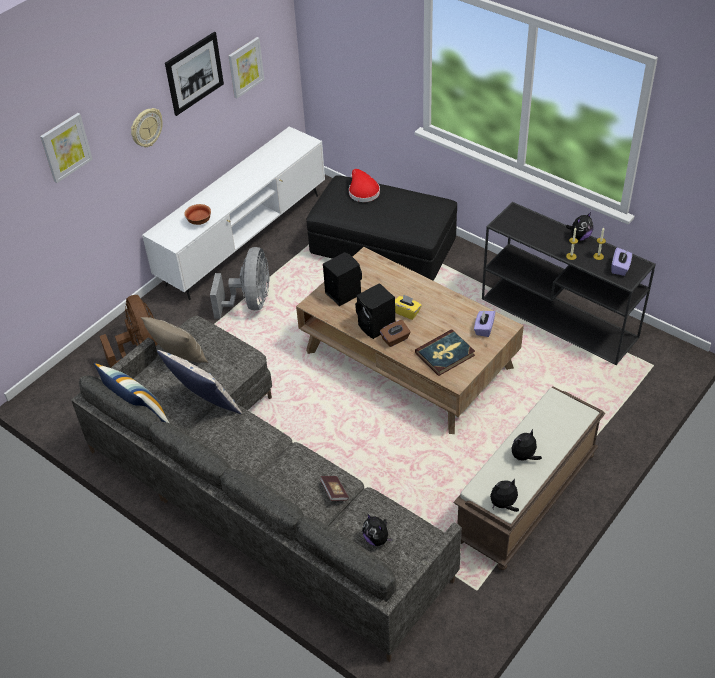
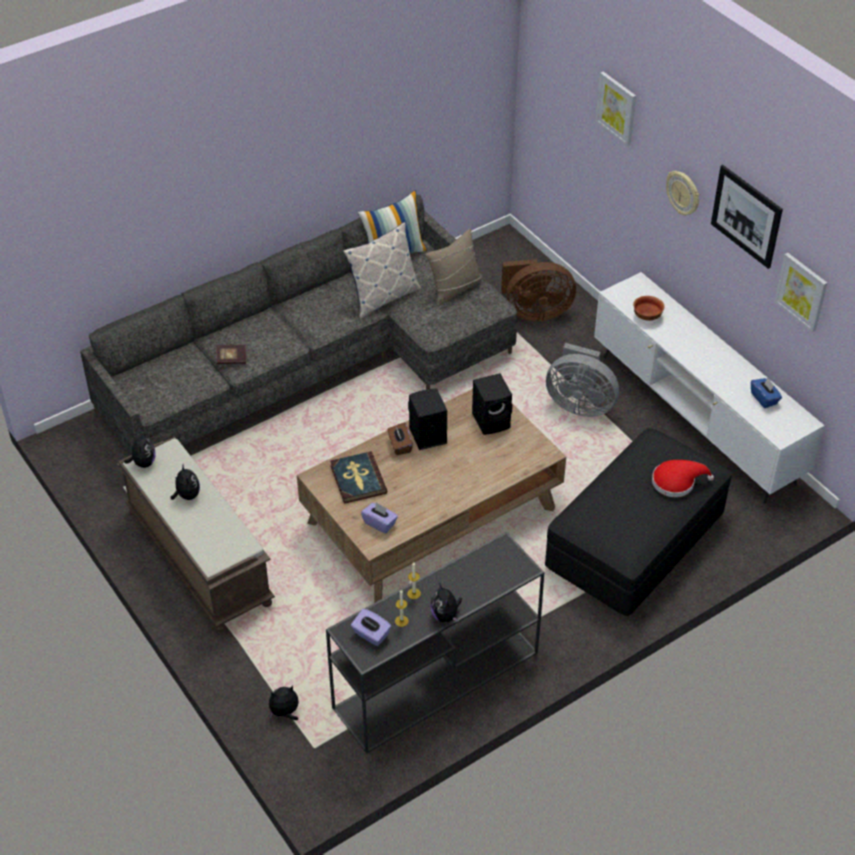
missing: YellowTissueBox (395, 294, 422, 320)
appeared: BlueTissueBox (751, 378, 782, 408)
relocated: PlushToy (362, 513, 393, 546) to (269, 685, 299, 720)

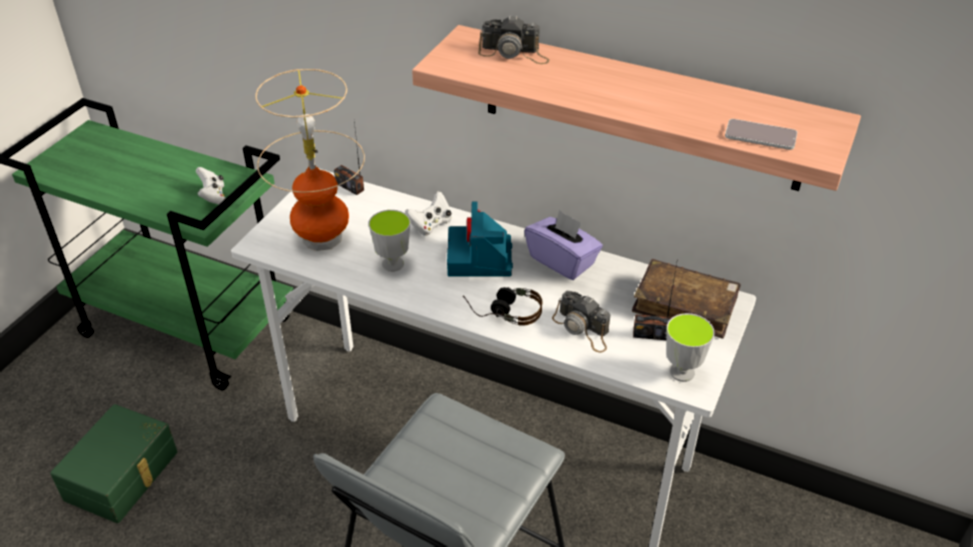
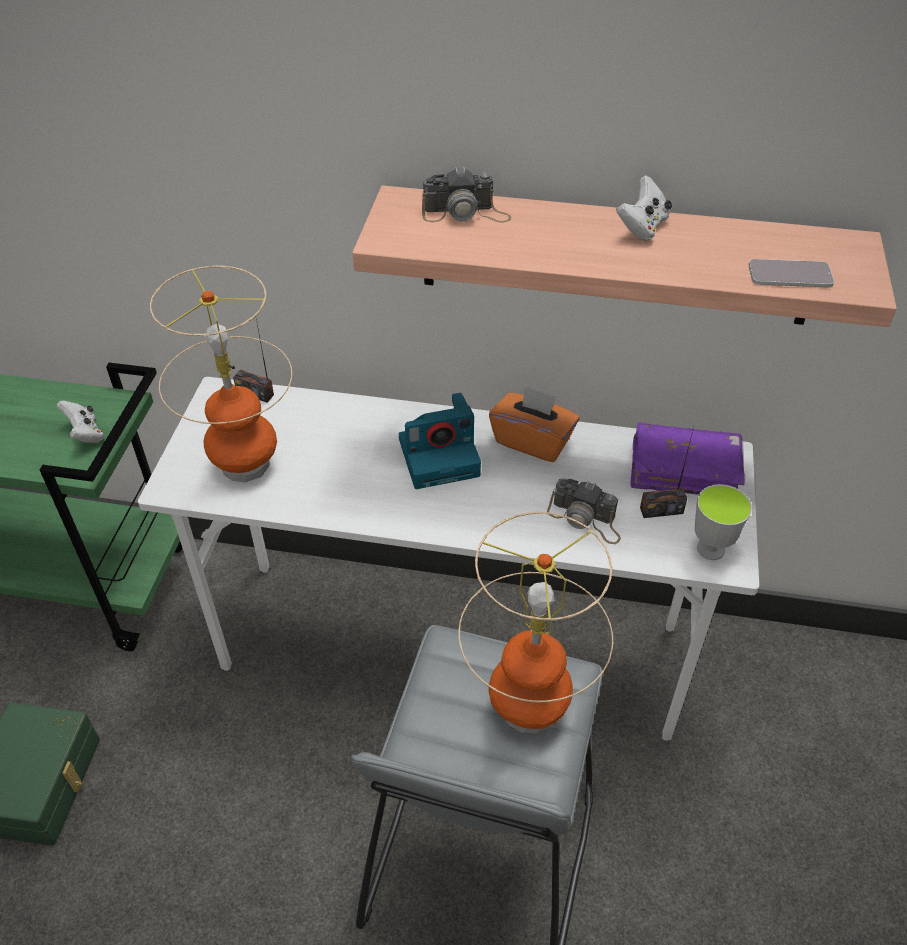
missing: Cup (368, 210, 411, 272); Headphones (463, 287, 542, 326)
appeared: TableLamp (458, 512, 613, 733)
relocated: WhiteGameController (405, 191, 452, 236) to (616, 175, 672, 241)
colour: PurpleTissueBox (524, 210, 603, 280) to OrangeTissueBox (489, 385, 580, 462); BrownBook (632, 259, 741, 339) to PurpleBook (631, 422, 745, 495)
spun: PhotoCamera (447, 201, 513, 277) = (399, 393, 481, 489) 90 degrees counterclockwise

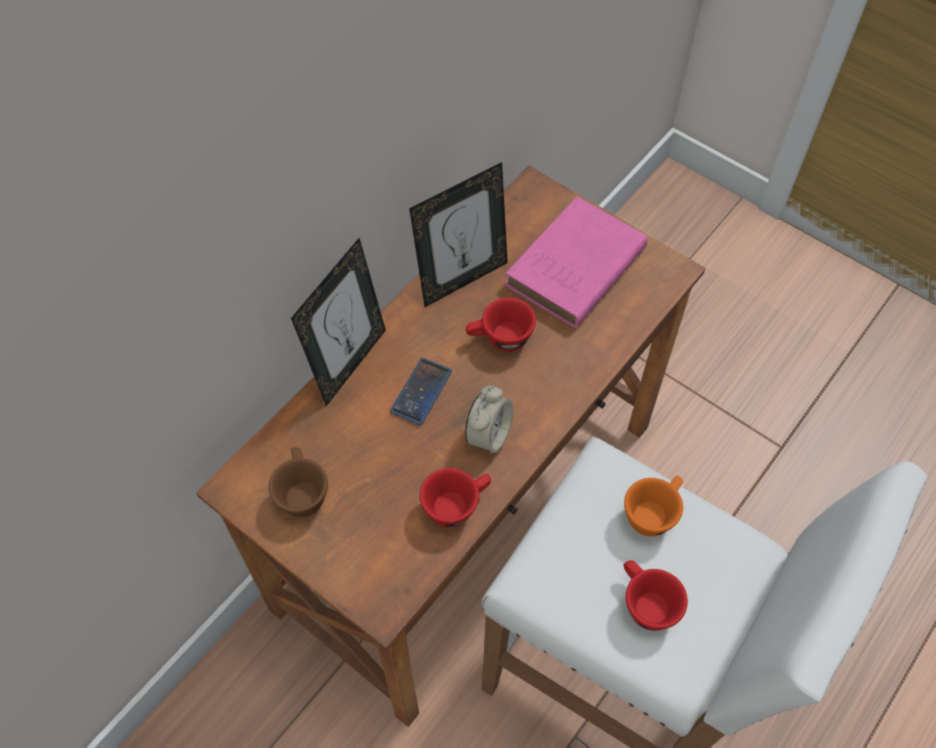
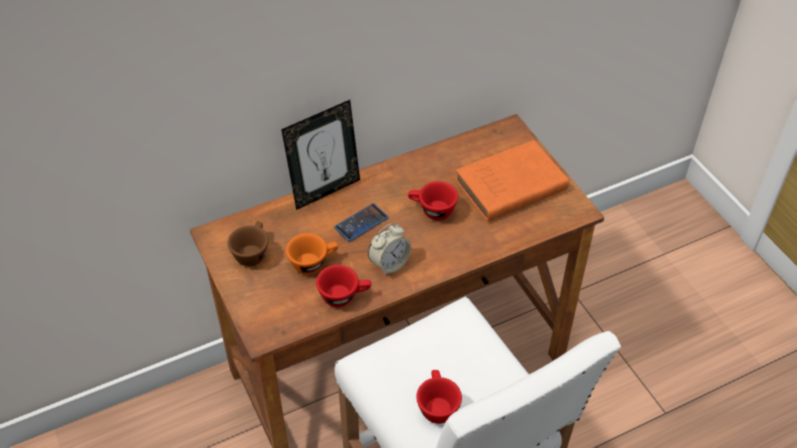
missing: PictureFrame (409, 162, 508, 307)
relocated: OrangeCup (624, 475, 683, 536) to (286, 233, 338, 275)
colour: PinkBook (504, 197, 648, 328) to OrangeBook (455, 140, 569, 221)

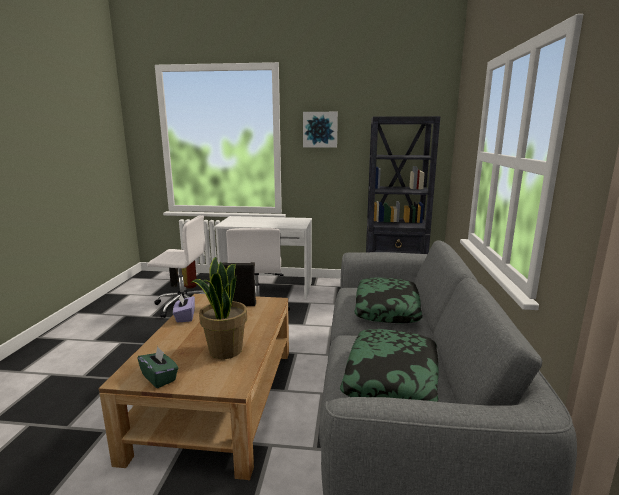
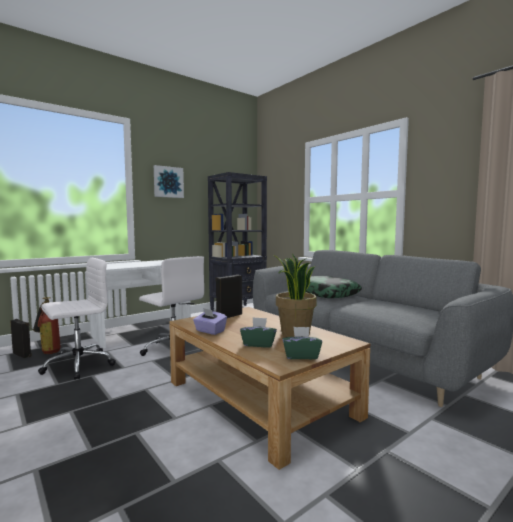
missing: Pillow (340, 329, 439, 402)
appeared: GreenTissueBox (240, 317, 277, 348)

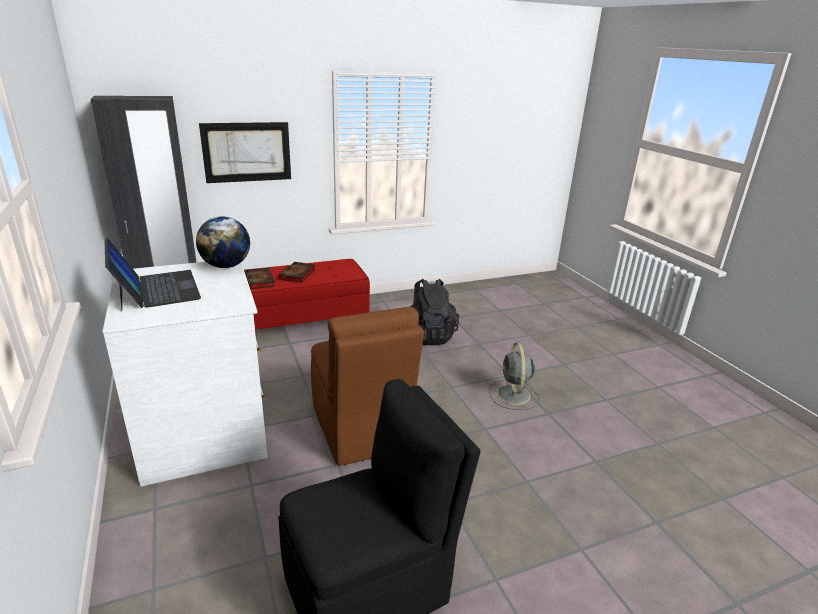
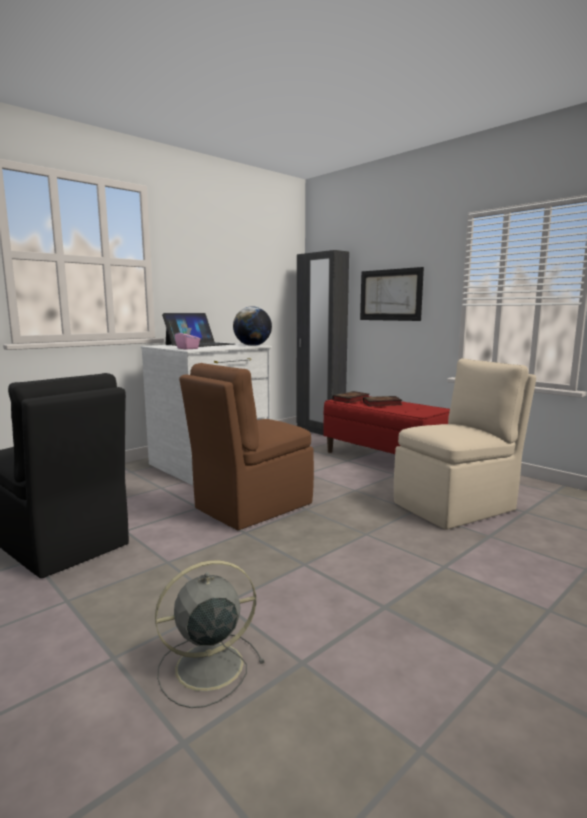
appeared: PinkTissueBox (174, 328, 200, 350)
relocated: GreyFan (489, 343, 539, 410) to (155, 560, 264, 708)
exchanged: BlackBackpack (410, 279, 459, 345) to BeigeChair (394, 359, 536, 530)

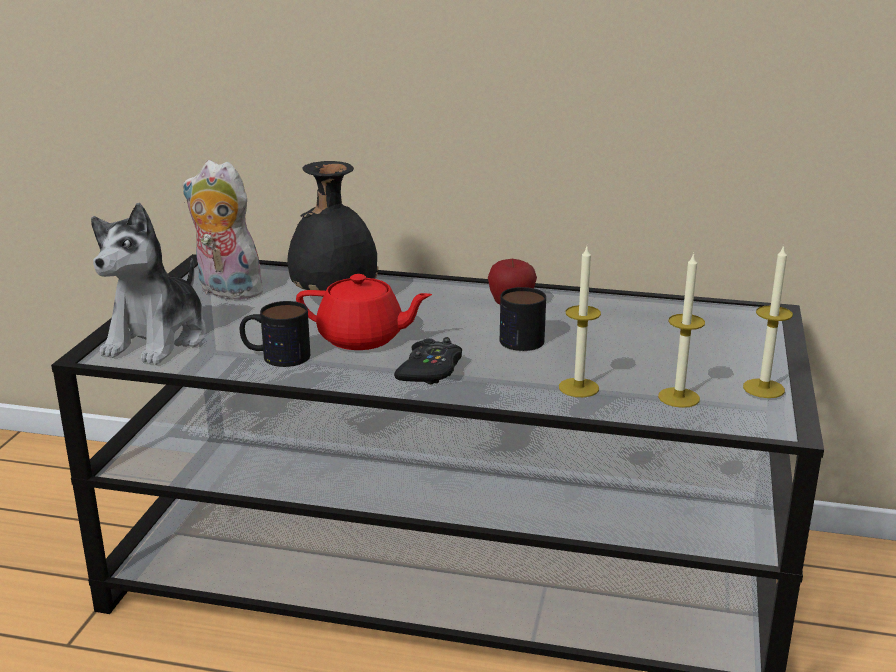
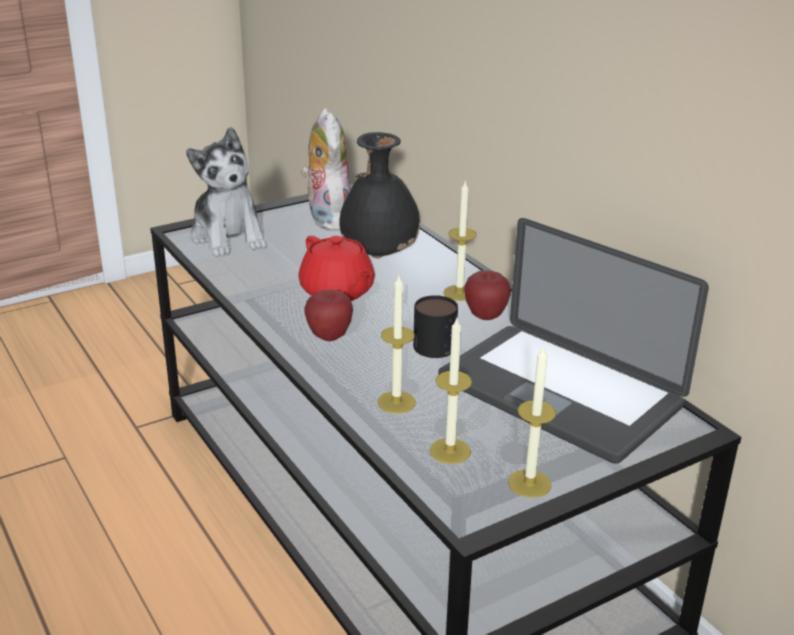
missing: Mug (240, 301, 310, 367)
appeared: Laptop (438, 218, 709, 464); Candle (443, 182, 477, 301)
exchanged: BlackGameController (394, 337, 462, 384) to Apple (304, 290, 353, 341)
spun: PlushToy (91, 203, 206, 365) = (186, 127, 266, 257) 90 degrees counterclockwise

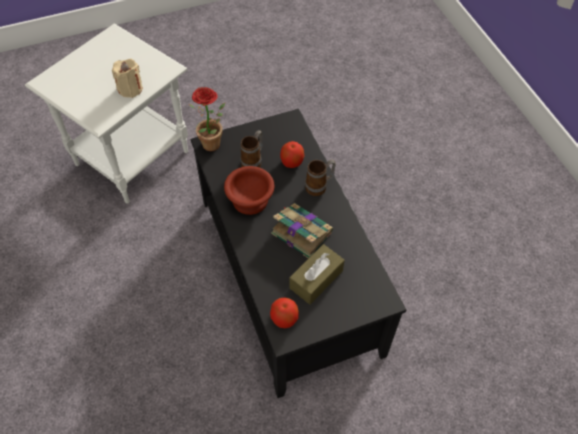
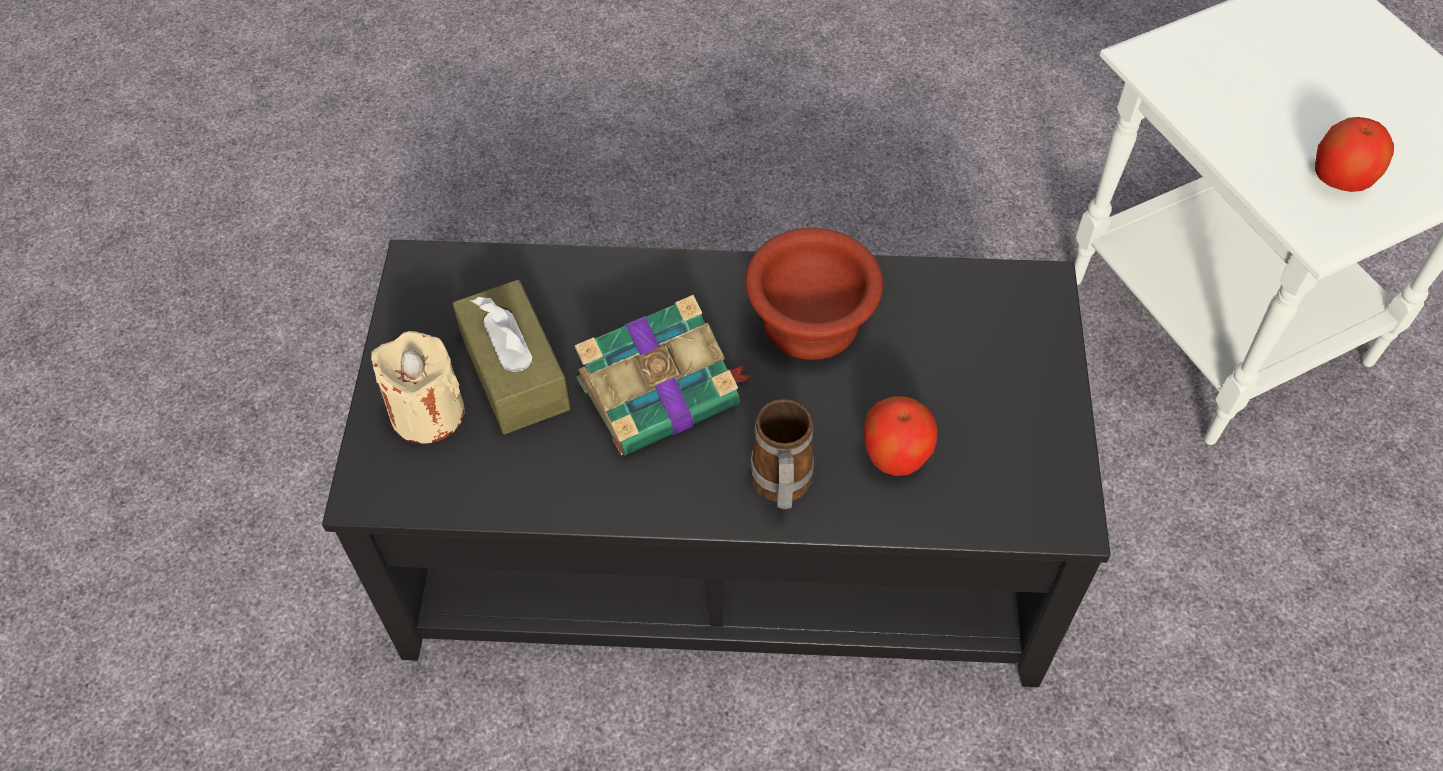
missing: PottedPlant (189, 87, 225, 151); Mug (240, 130, 263, 168)
relocated: BeigeCandle (112, 59, 143, 98) to (371, 331, 465, 444); Apple (270, 297, 299, 328) to (1315, 117, 1394, 192)

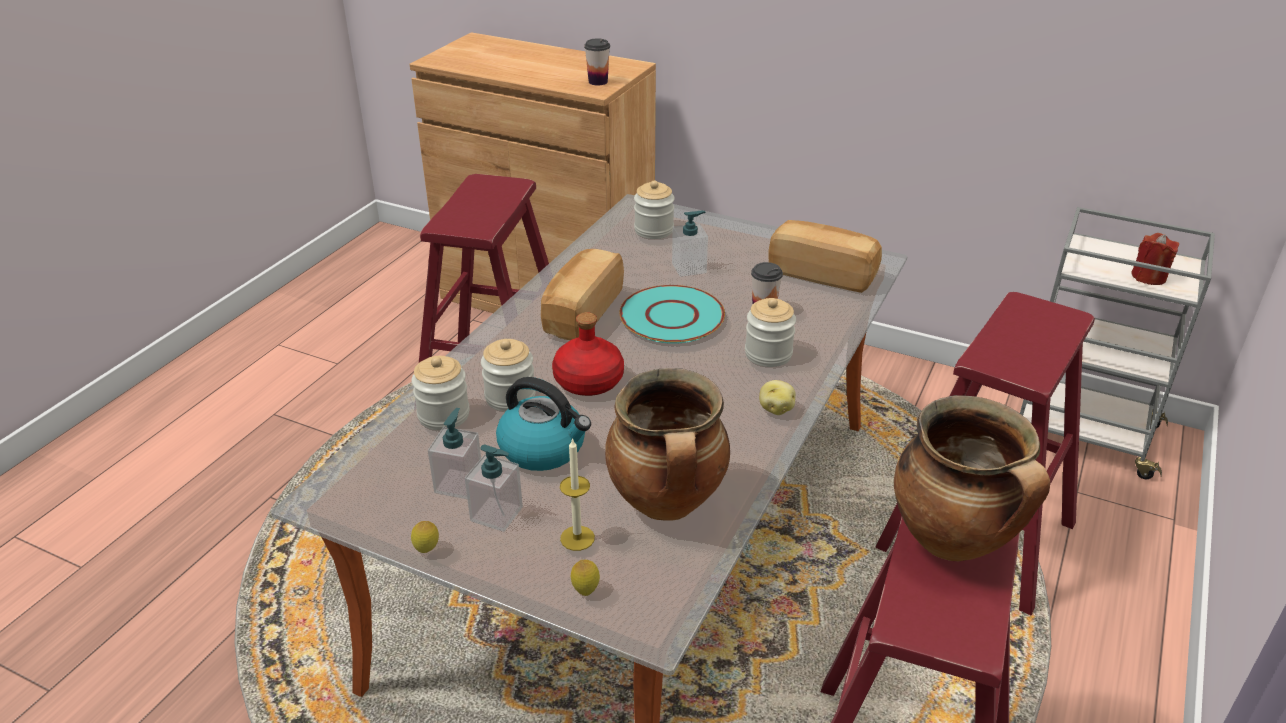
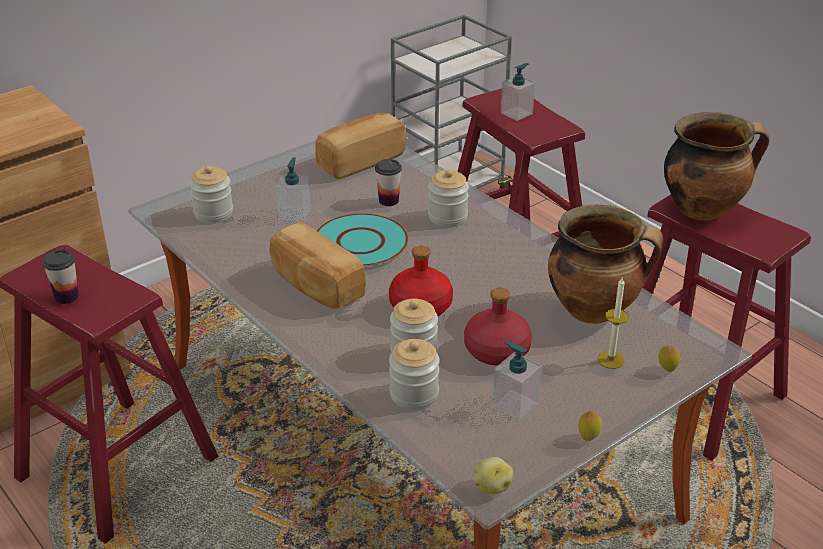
missing: RedCandle (1131, 233, 1179, 285)
relocated: SoapDispenser (465, 445, 523, 532) to (501, 63, 535, 121); Cup (584, 38, 610, 86) to (42, 249, 79, 304); Potato (759, 380, 796, 415) to (473, 457, 513, 494)
exchanged: Kettle (496, 377, 591, 471) to RedBottle (464, 287, 532, 365)

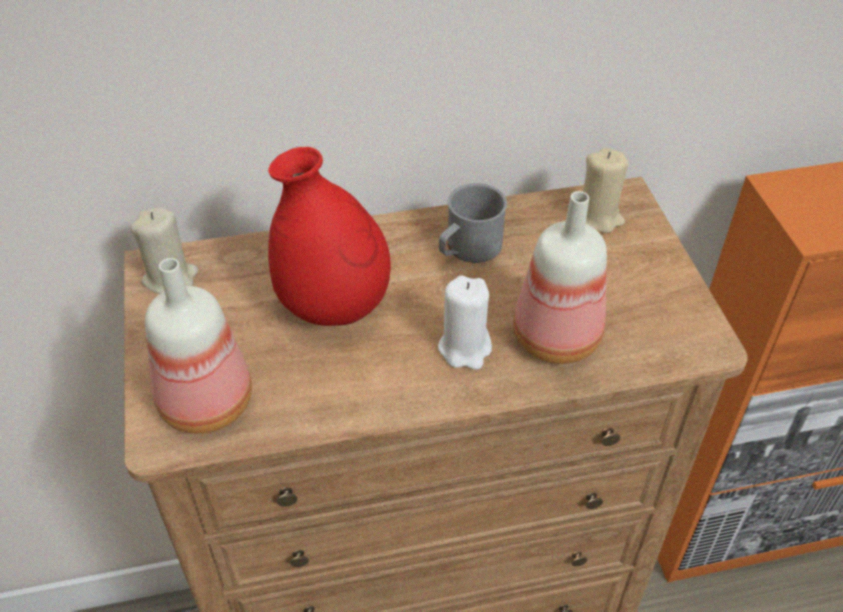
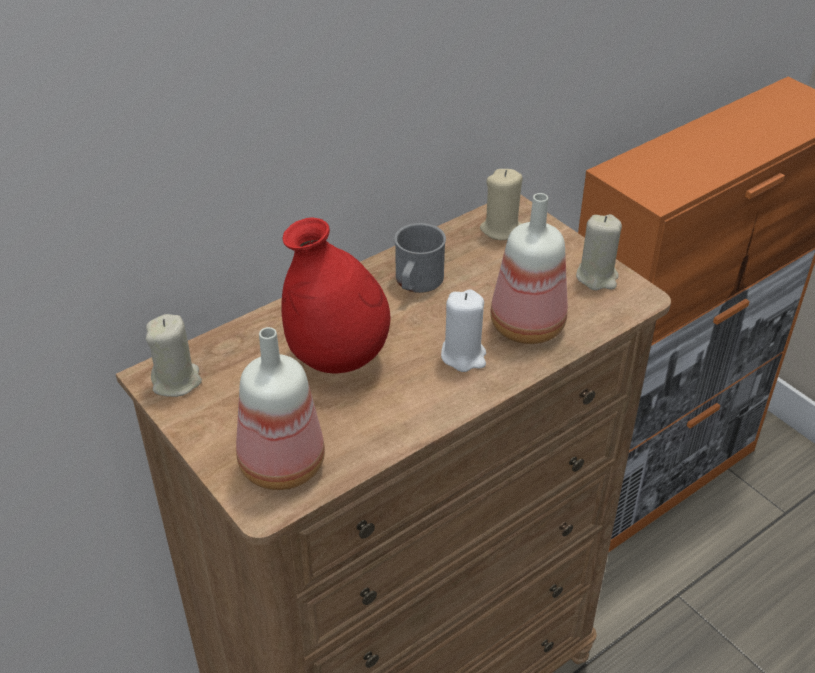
appeared: BeigeCandle (576, 214, 622, 290)

